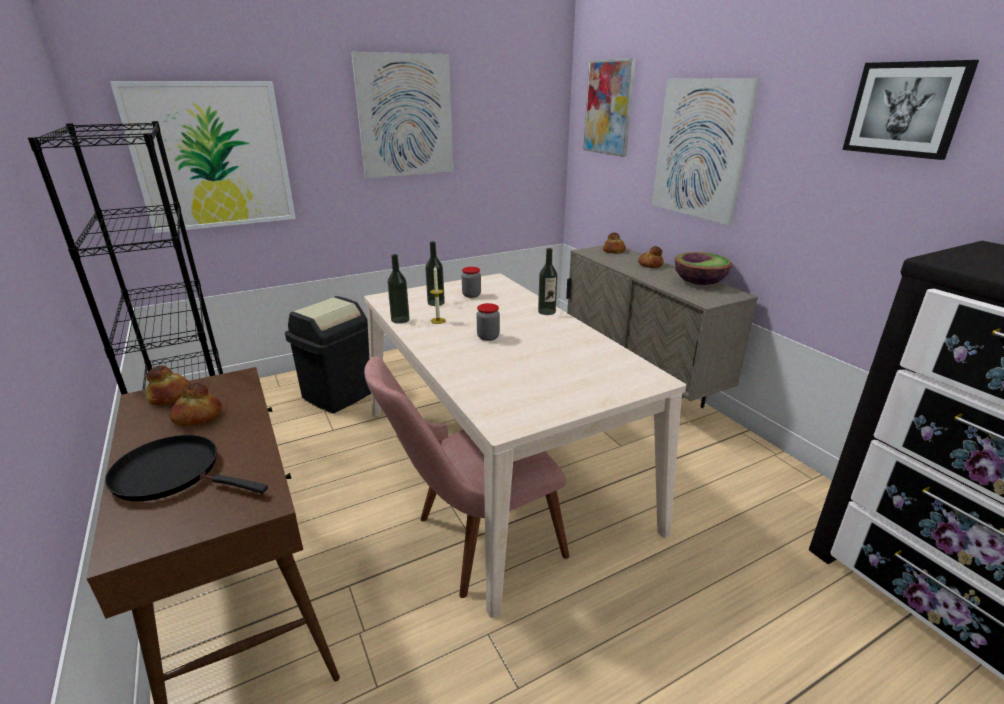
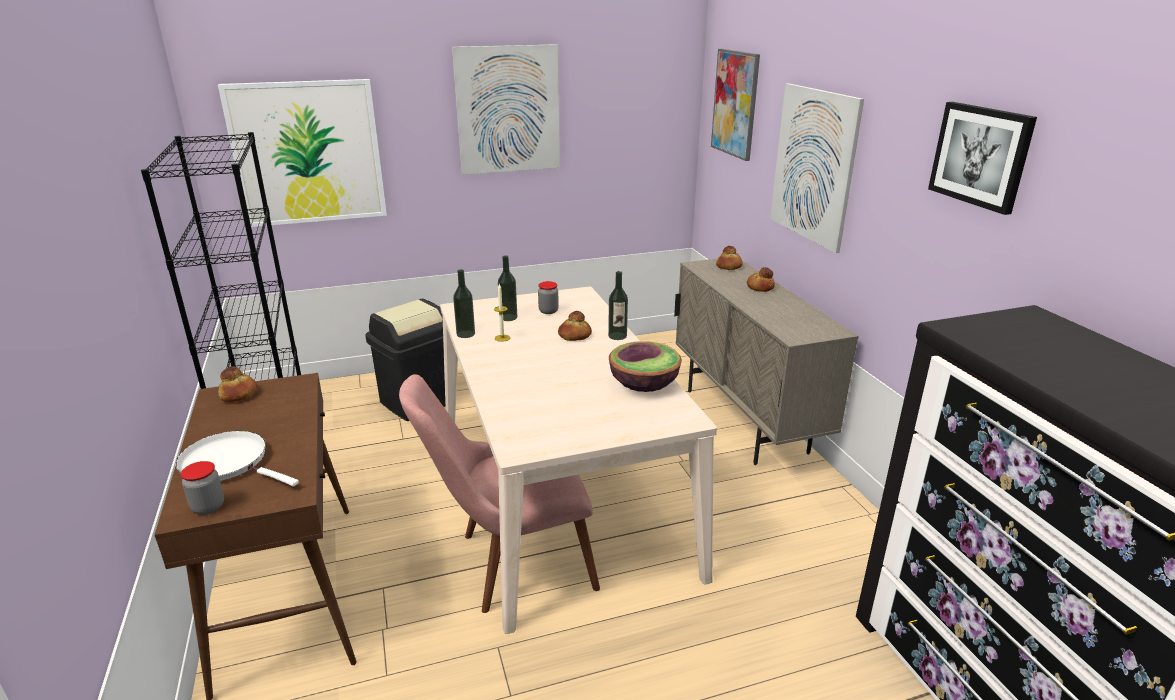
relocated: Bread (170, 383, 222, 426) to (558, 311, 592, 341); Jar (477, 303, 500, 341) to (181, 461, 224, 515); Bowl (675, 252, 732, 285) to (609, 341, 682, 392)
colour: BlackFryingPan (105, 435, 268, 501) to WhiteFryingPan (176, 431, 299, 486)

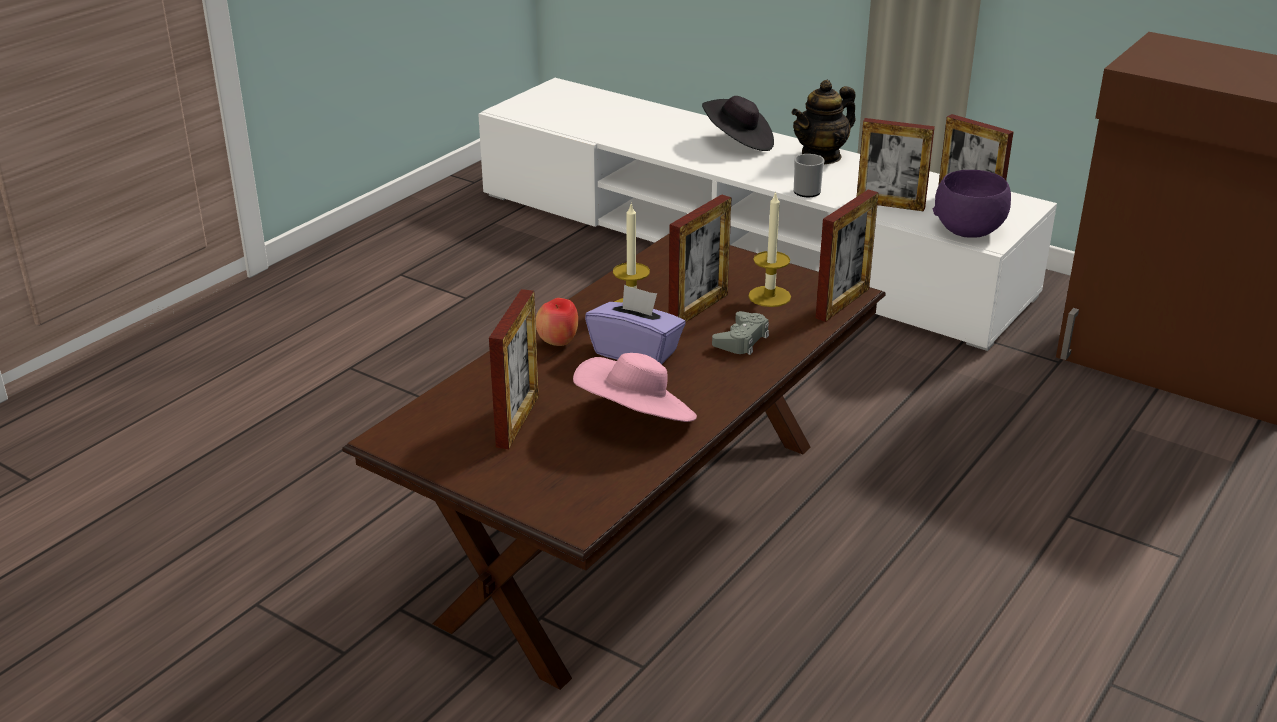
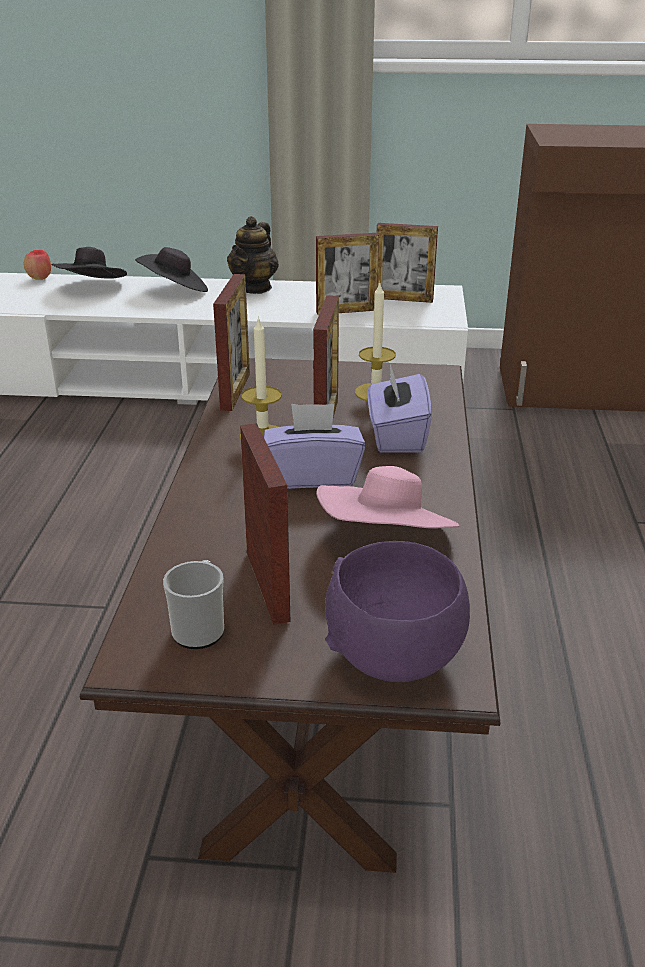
appeared: BlackHat (52, 247, 127, 279)
relocated: Apple (536, 298, 578, 346) to (24, 250, 51, 280); Mug (794, 154, 824, 197) to (163, 560, 224, 649); PictureFrame (816, 189, 879, 322) to (213, 274, 250, 411); PurpleBowl (933, 170, 1011, 238) to (325, 541, 470, 682)
exchanged: GreyGameController (712, 311, 769, 355) to PurpleTissueBox (368, 364, 432, 453)

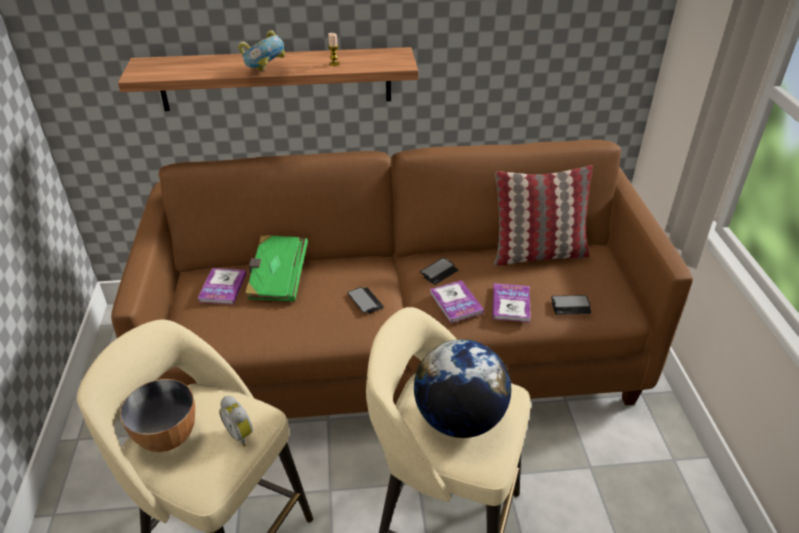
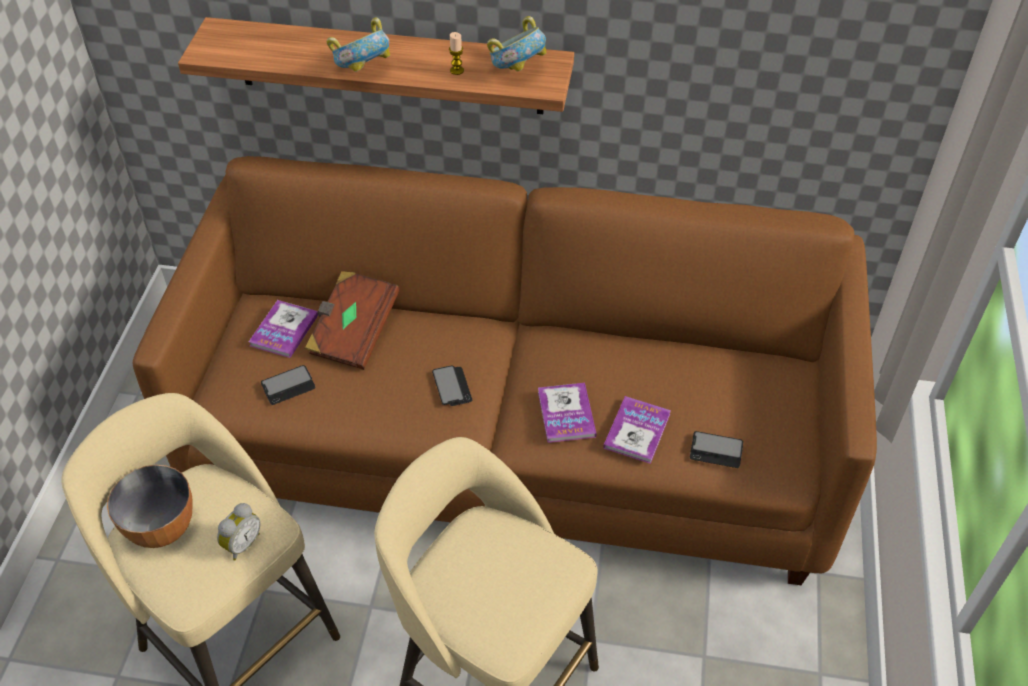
missing: Globe (414, 339, 511, 438); Pillow (494, 165, 593, 266)
appeared: Bowl (487, 16, 547, 72)
relocated: Phone (420, 258, 458, 285) to (261, 365, 315, 405)
colour: GreenBook (245, 235, 308, 302) to BrownBook (305, 271, 400, 370)
spun: AlarmClock (219, 396, 253, 447) = (217, 503, 261, 561) 120 degrees counterclockwise

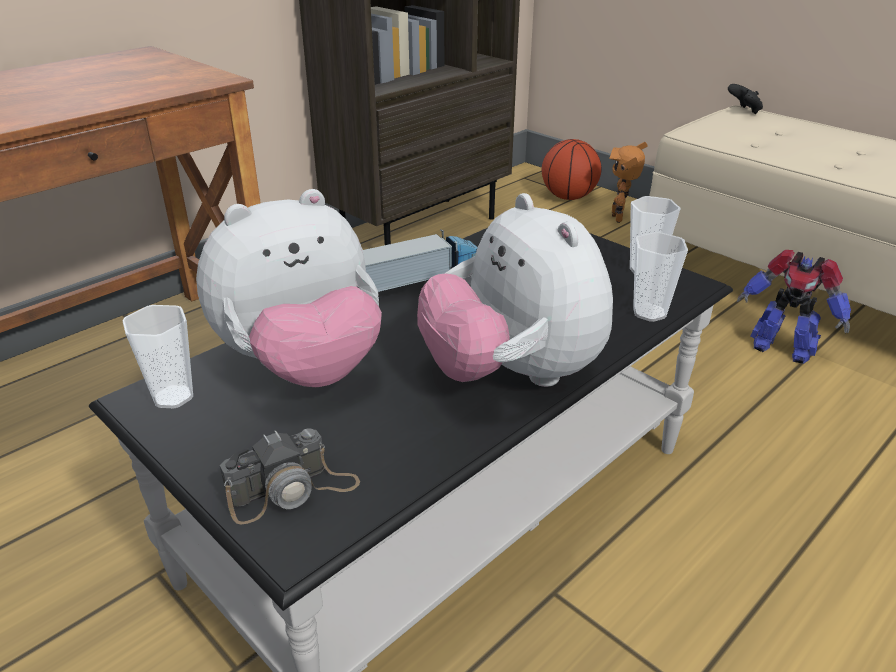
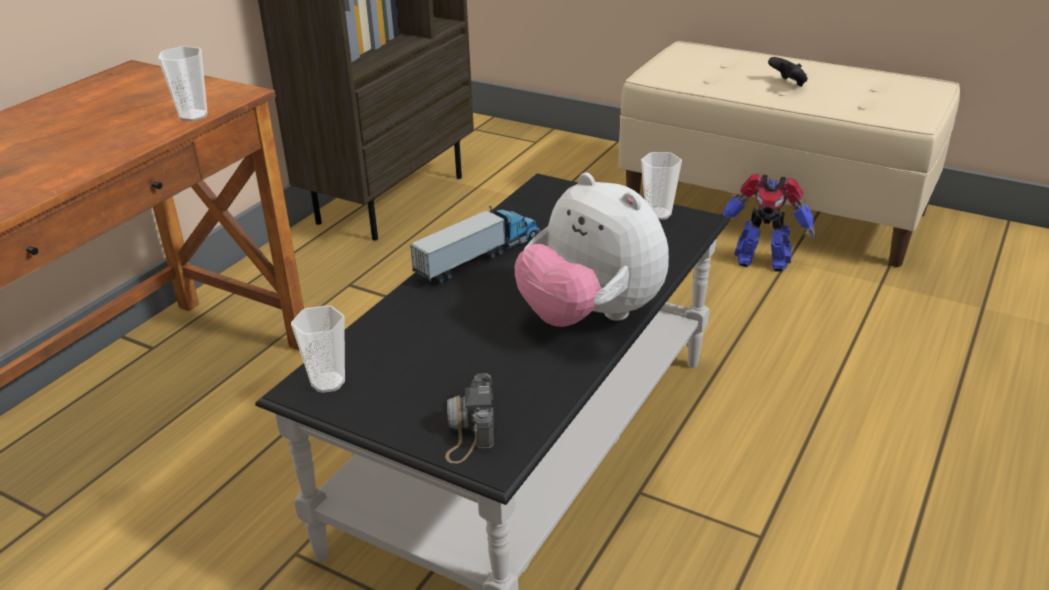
missing: PlushToy (196, 189, 382, 387); Basketball (542, 139, 602, 200); ToyRobot (609, 142, 648, 223)
relocated: Cup (633, 232, 688, 322) to (158, 46, 207, 121); BlackGameController (728, 84, 763, 114) to (768, 57, 808, 87)
spun: PhotoCamera (220, 428, 360, 524) = (445, 373, 494, 463) 135 degrees clockwise

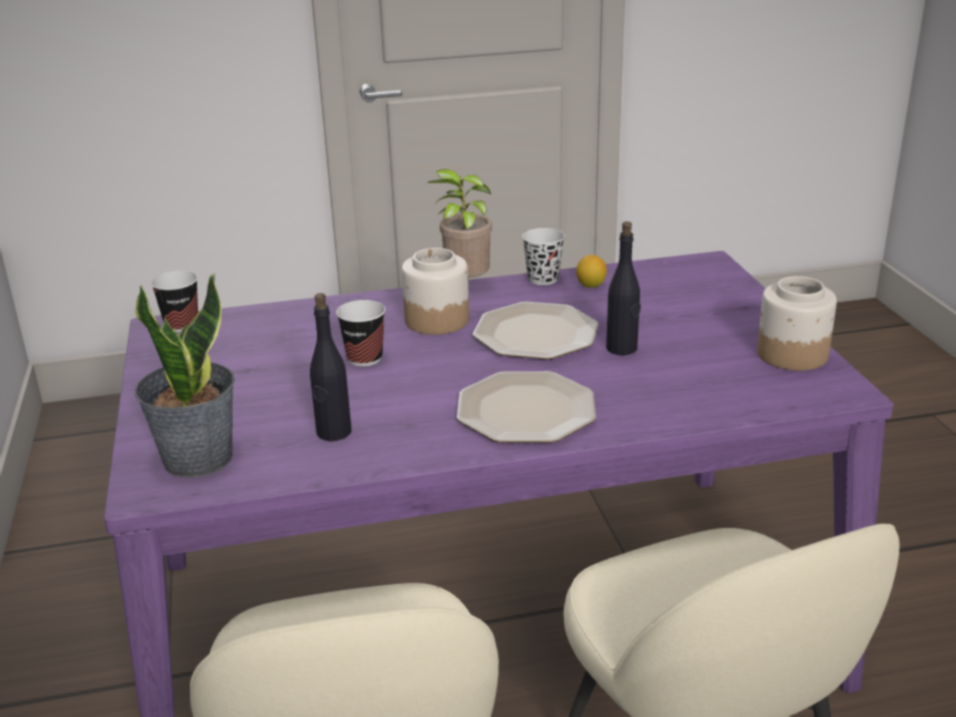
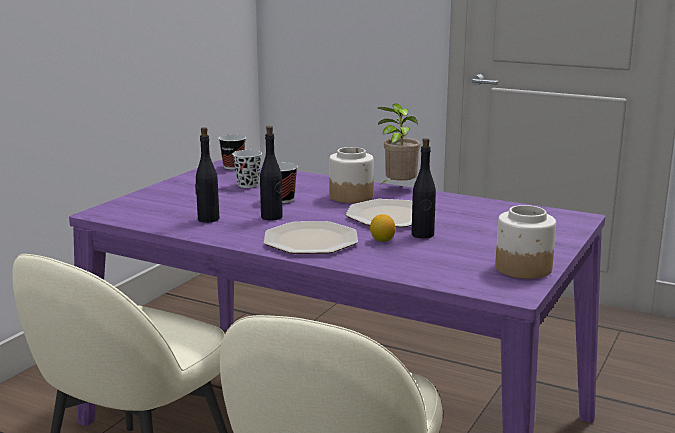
missing: PottedPlant (135, 273, 235, 478)
appeared: BlackBottle (260, 126, 283, 220)
relocated: BlackCup (522, 228, 565, 285) to (232, 150, 262, 188); Lemon (576, 255, 607, 288) to (370, 214, 395, 242)

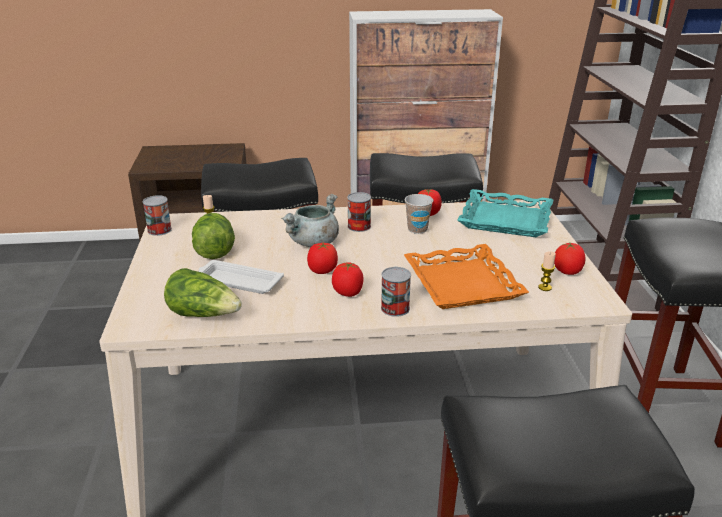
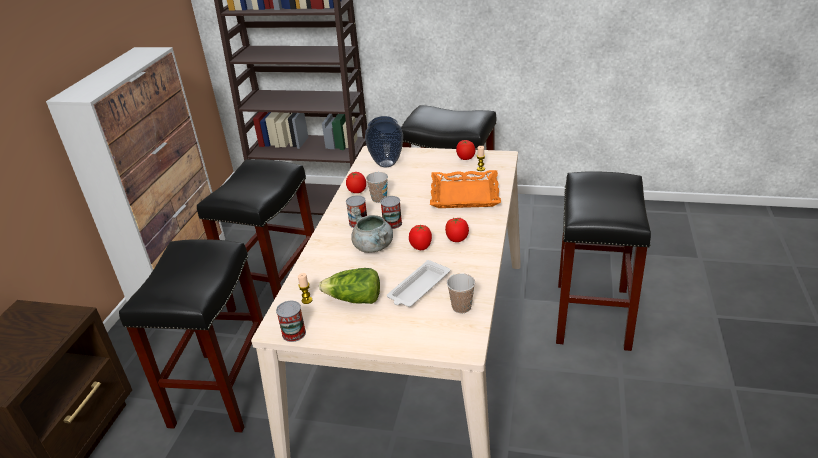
relocated: Can (381, 267, 411, 317) to (380, 196, 402, 229)
exchanged: Lettuce (164, 268, 242, 317) to Cup (447, 273, 475, 313); TurquoiseTray (457, 189, 553, 237) to Vase (365, 116, 403, 167)

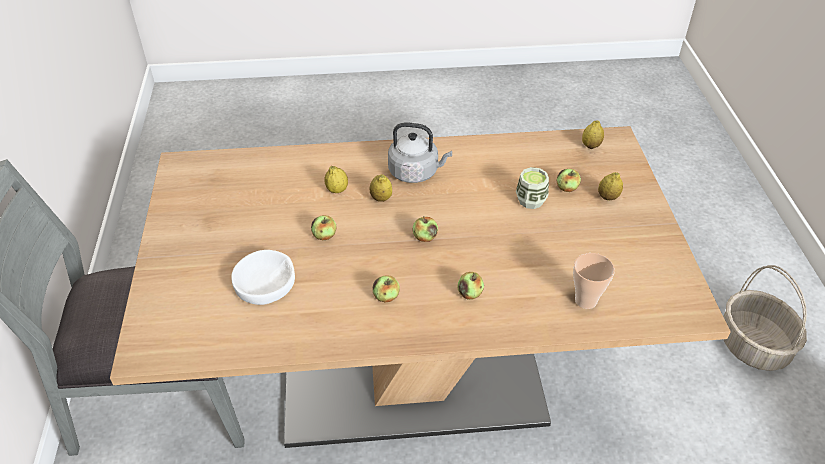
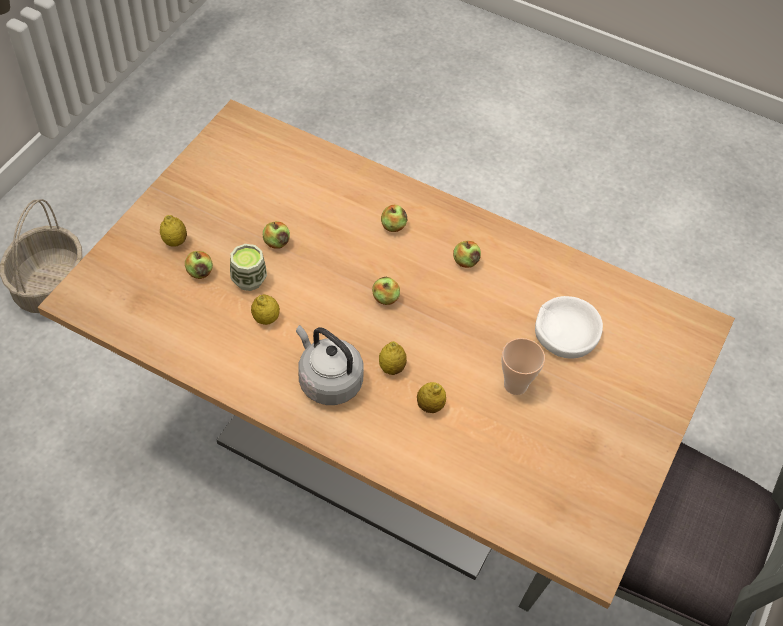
relocated: Apple (311, 215, 336, 240) to (263, 221, 290, 249); Cup (573, 253, 615, 309) to (501, 338, 545, 395); Lemon (582, 120, 604, 149) to (251, 294, 280, 325)

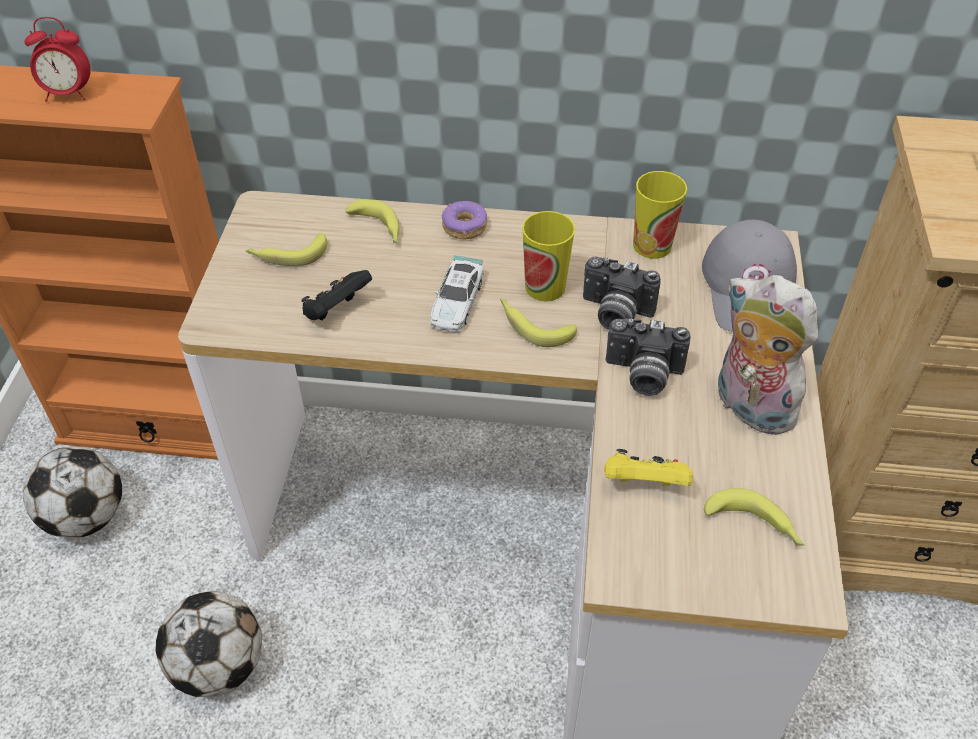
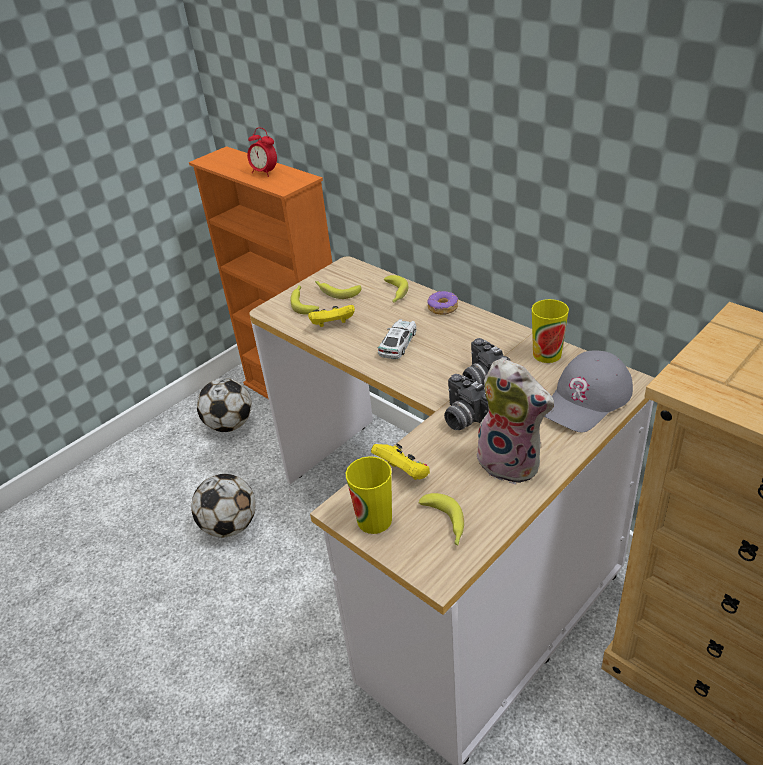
relocated: Banana (500, 299, 577, 347) to (291, 285, 319, 315); Cup (522, 211, 575, 301) to (346, 456, 392, 534)
colour: BlackGameController (301, 270, 372, 321) to YellowGameController (308, 305, 355, 327)
spun: ToyCar (430, 255, 484, 333) = (378, 319, 416, 359) 150 degrees clockwise; PlushToy (718, 275, 818, 435) = (477, 358, 554, 485) 135 degrees clockwise

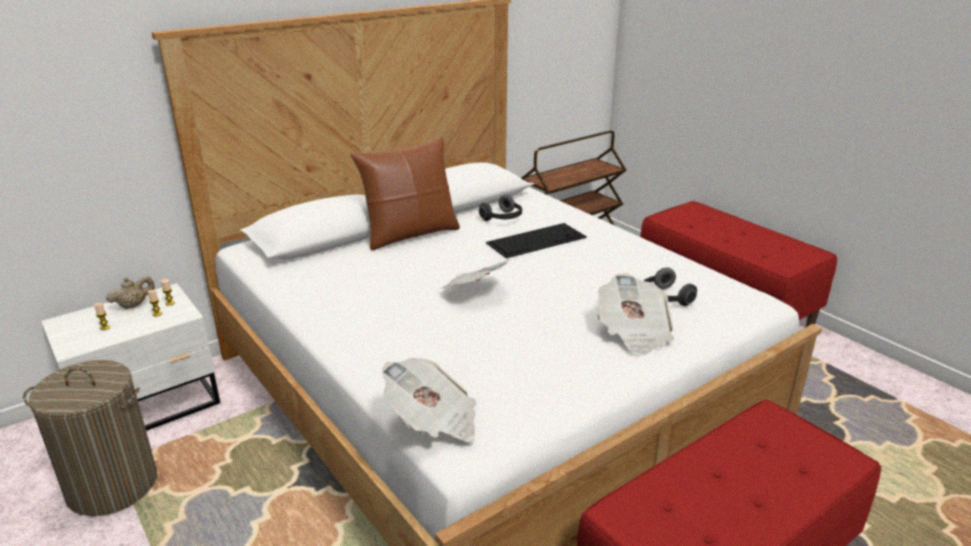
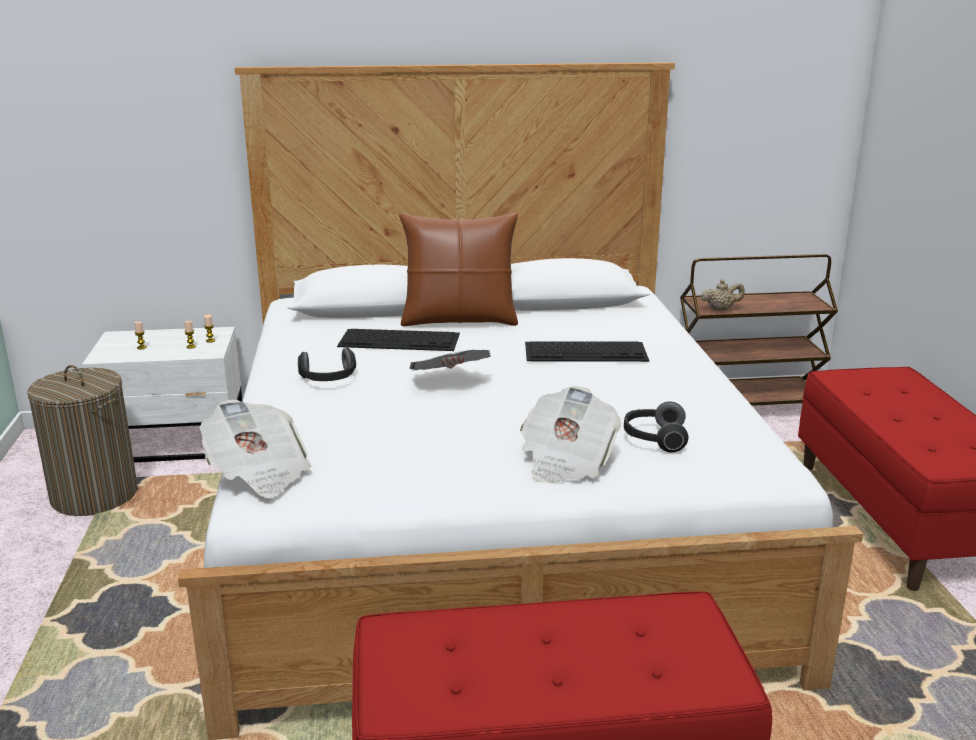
appeared: Keyboard (337, 329, 460, 351)
relocated: BeigeTeapot (106, 276, 155, 309) to (701, 279, 745, 311); Headphones (479, 195, 522, 221) to (298, 348, 356, 381)

